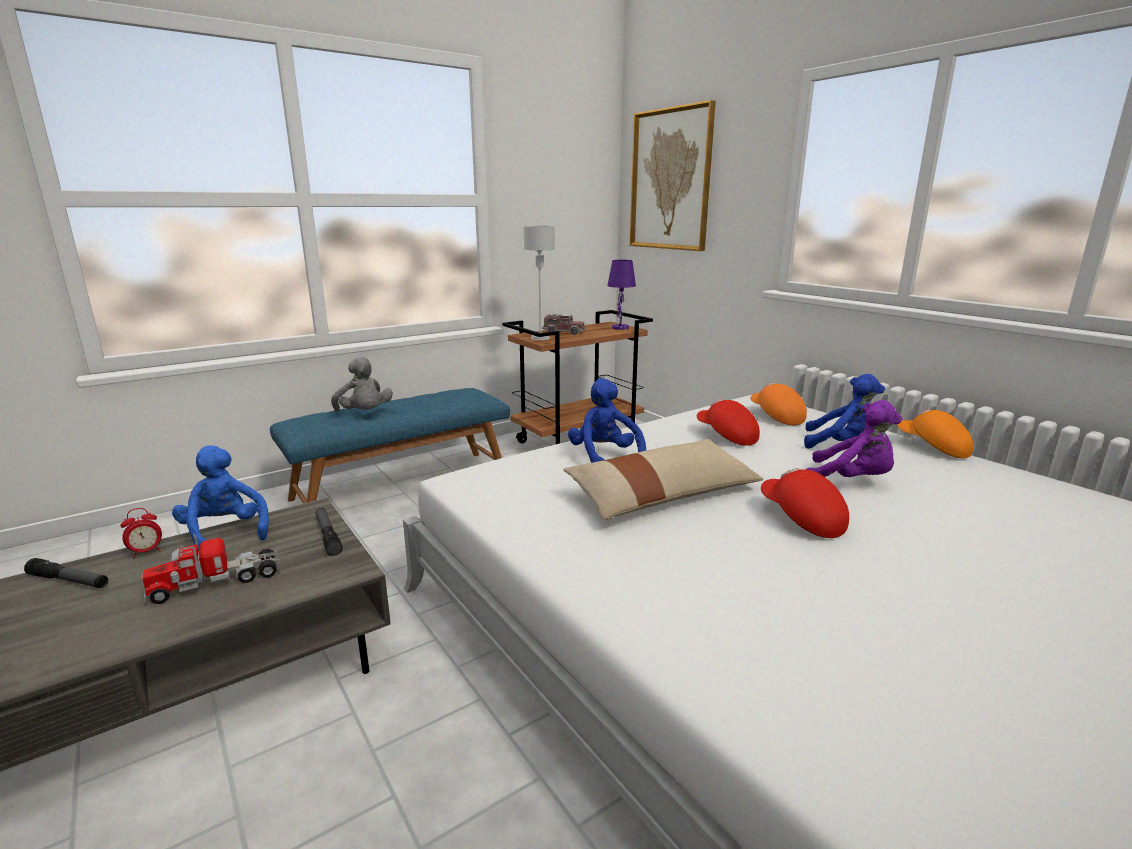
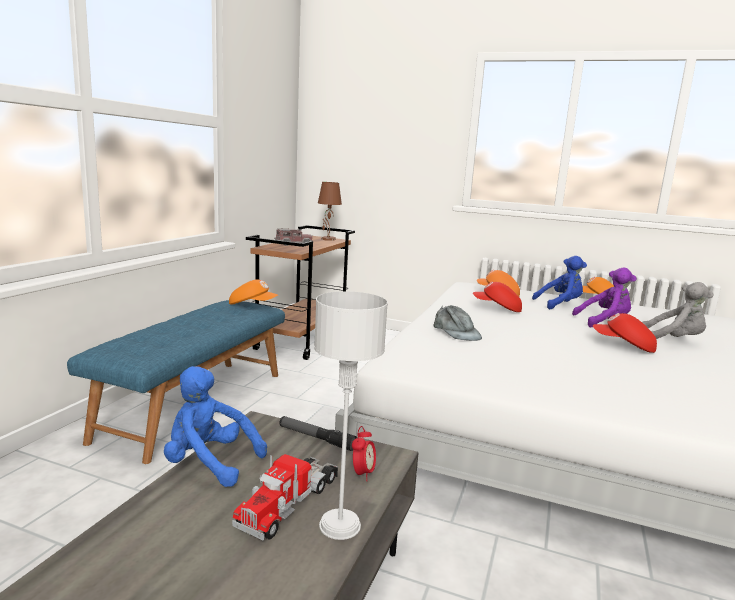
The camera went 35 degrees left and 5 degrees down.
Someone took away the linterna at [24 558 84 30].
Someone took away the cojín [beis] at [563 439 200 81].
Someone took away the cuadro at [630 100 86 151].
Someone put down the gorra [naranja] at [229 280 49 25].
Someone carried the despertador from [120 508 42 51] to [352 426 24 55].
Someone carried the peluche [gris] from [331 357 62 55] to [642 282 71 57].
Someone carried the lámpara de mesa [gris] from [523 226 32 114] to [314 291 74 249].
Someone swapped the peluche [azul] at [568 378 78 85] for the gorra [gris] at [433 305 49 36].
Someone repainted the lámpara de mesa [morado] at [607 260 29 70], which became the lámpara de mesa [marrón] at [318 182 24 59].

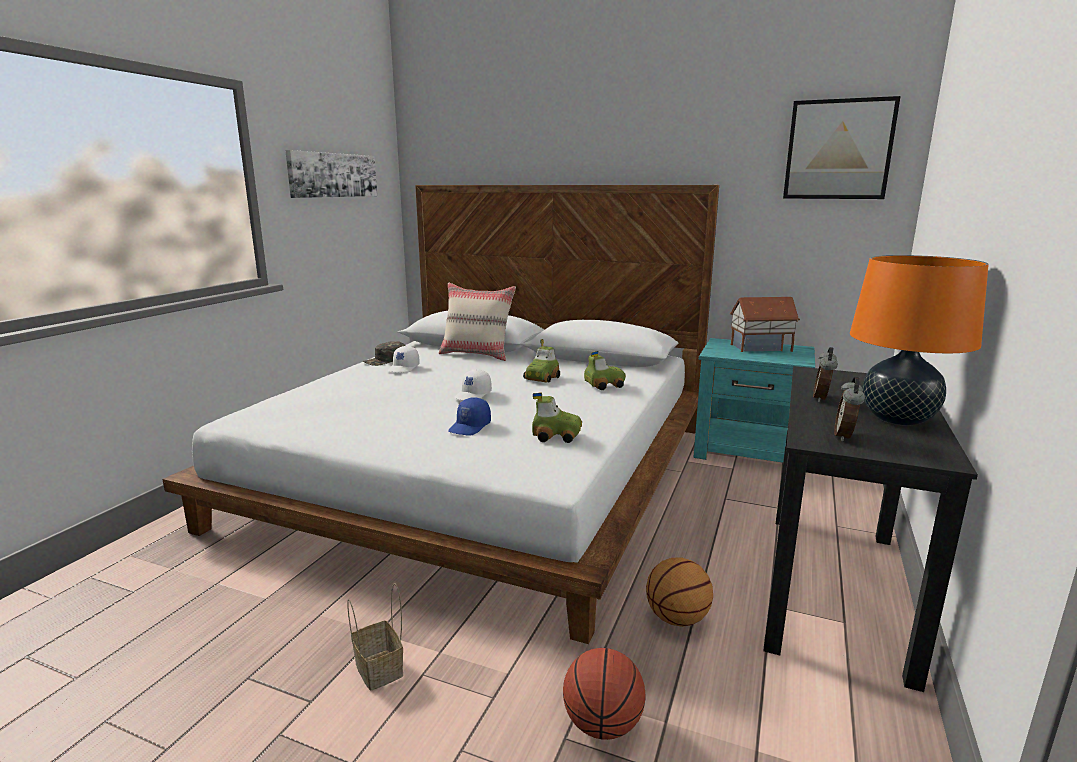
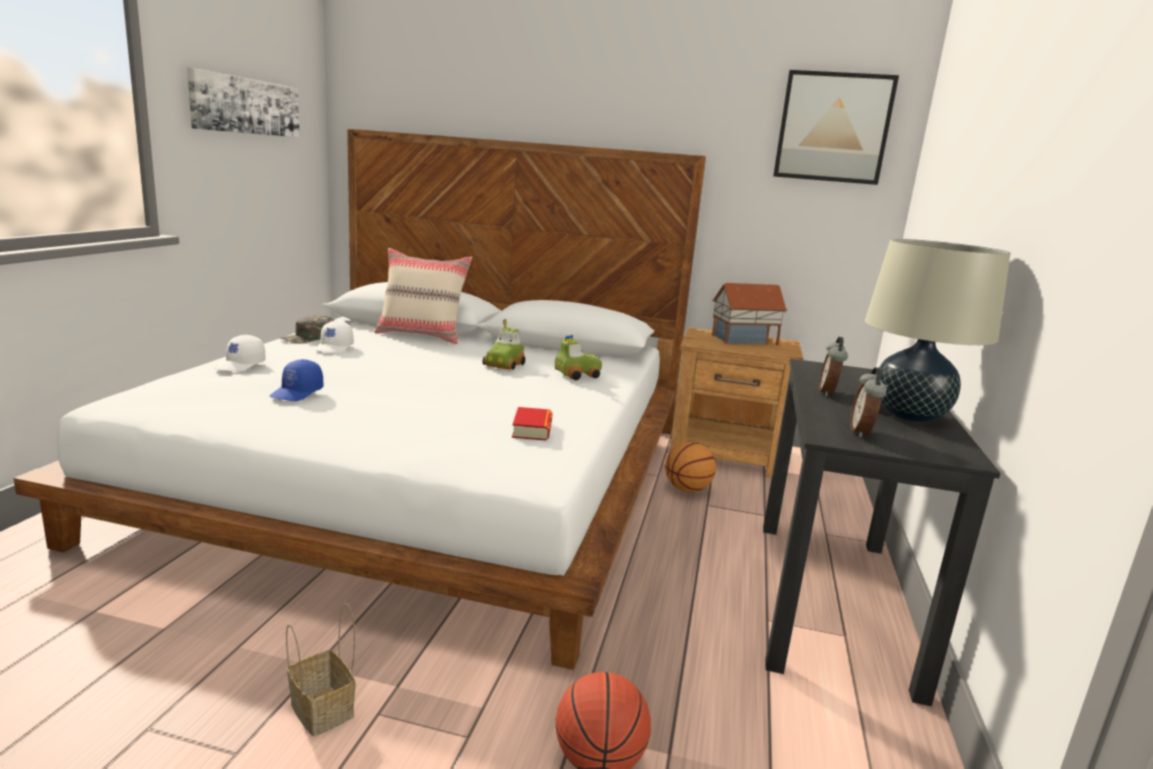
The camera went 10 degrees left and 0 degrees up.
Someone carried the gorra [azul] from [448 397 43 38] to [270 359 54 42].
Someone carried the gorra [blanco] from [454 369 38 31] to [214 335 52 37].
Someone carried the balón de baloncesto from [646 557 67 70] to [665 442 51 50].
Someone swapped the coche de juguete at [532 393 50 50] for the libro at [512 407 41 34].
Someone repainted the mesita de noche [turquesa] at [693 338 122 125], which became the mesita de noche [marrón] at [669 327 135 150].
Someone repainted the lámpara de mesa [naranja] at [850 255 139 171], which became the lámpara de mesa [beis] at [865 239 145 184].

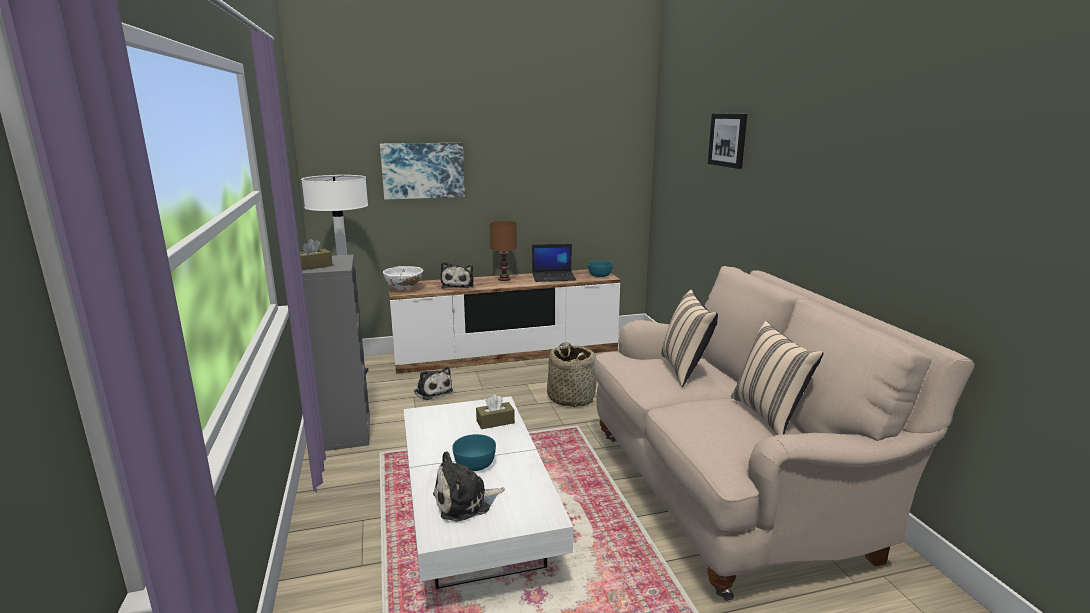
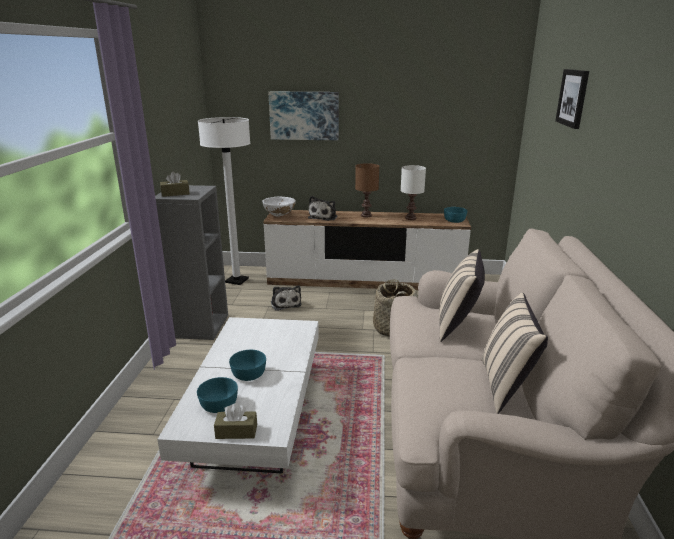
The camera went 20 degrees right and 5 degrees up.
Someone carried the caja de pañuelos [marrón] from [476 395 39 34] to [214 404 43 35].
Someone swapped the peluche at [433 451 72 71] for the cuenco [turquesa] at [197 377 41 36].
Someone swapped the portátil at [532 244 44 38] for the lámpara de mesa [blanco] at [401 165 25 55].

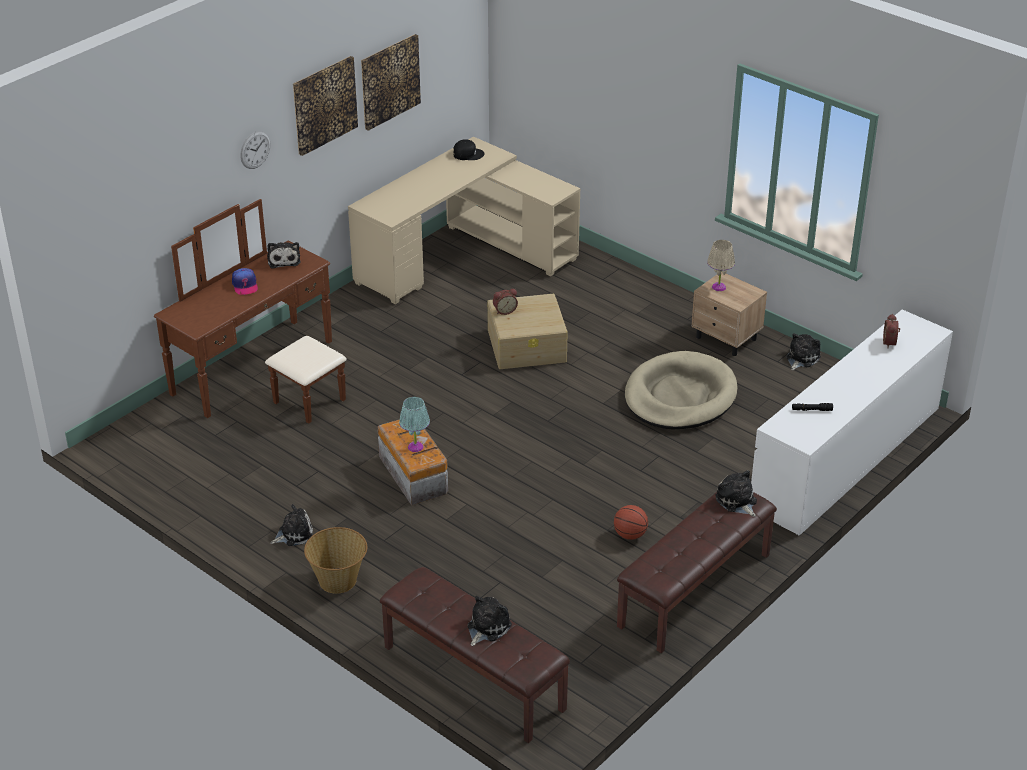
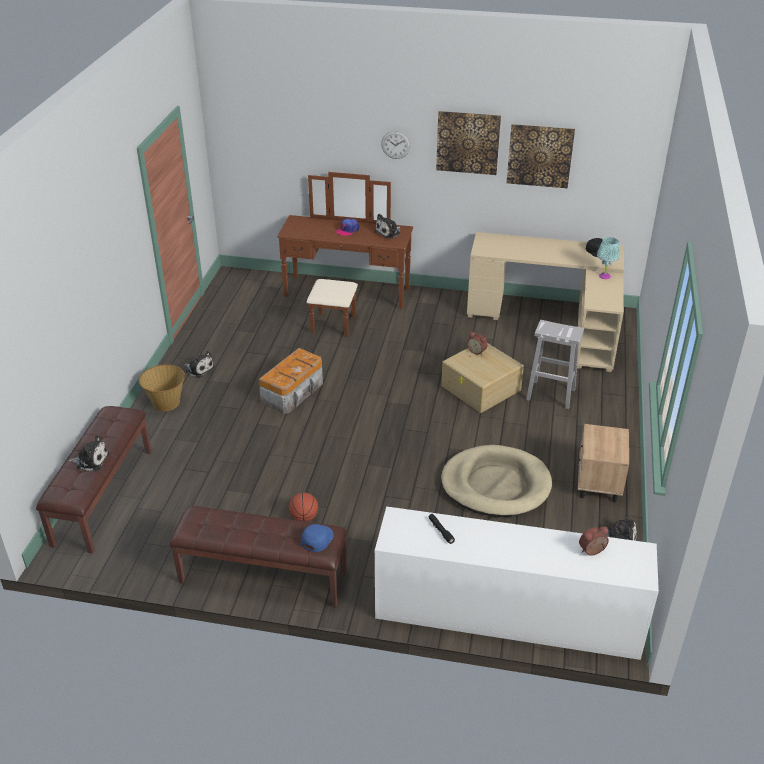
The camera went 60 degrees right and 0 degrees up.
Someone took away the lámpara de mesa [beis] at [707 240 28 51].
Someone put down the taburete [blanco] at [526 320 58 89].
Someone carried the lámpara de mesa [turquesa] from [399 397 31 55] to [597 237 23 42].
Someone swapped the peluche at [716 470 41 47] for the gorra [azul] at [301 524 33 28].

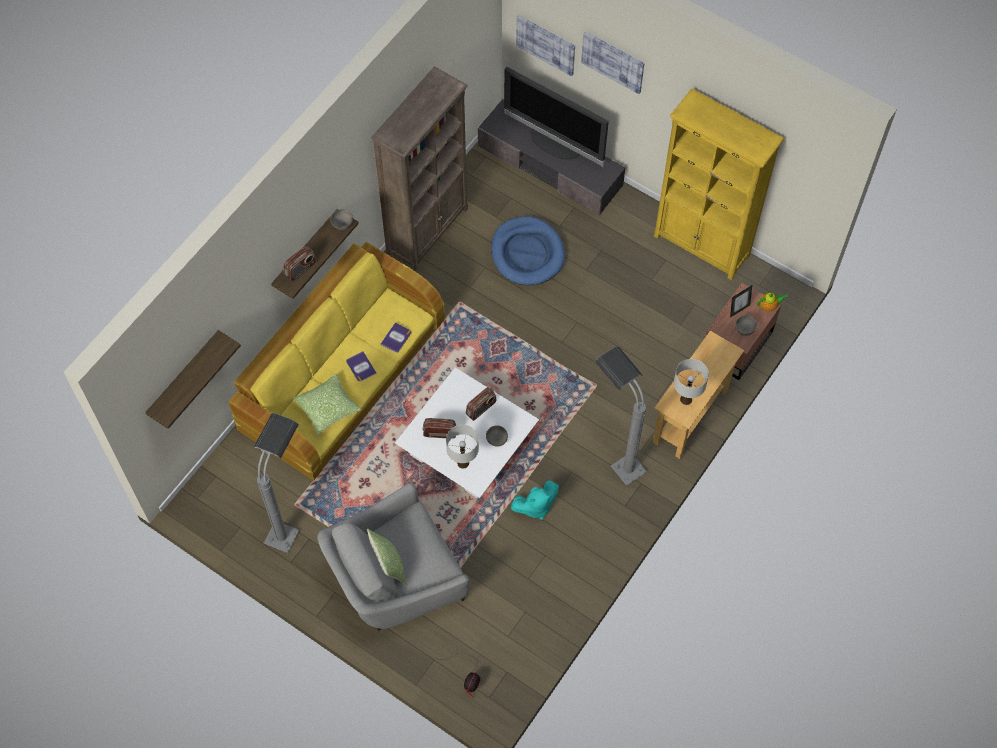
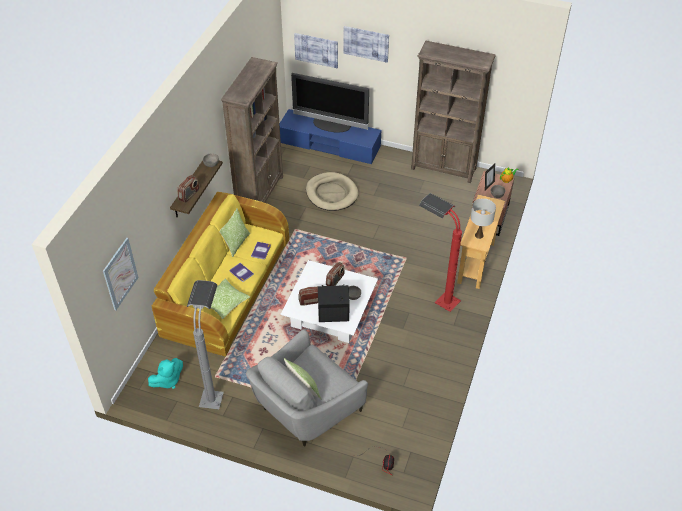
The camera went 15 degrees left and 15 degrees down.
Someone put down the cojín at [219 208 31 49].
Someone carried the peluche [turquesa] from [511 481 48 39] to [148 358 35 31].
Someone swapped the estante at [145 330 96 99] for the cuadro at [103 238 35 73].
Someone swapped the lámpara de mesa [blanco] at [446 425 33 44] for the altavoz [negro] at [318 284 32 38].
Someone repainted the mueble de televisión [gris] at [478 99 147 116], which became the mueble de televisión [azul] at [279 109 102 55].
Someone repainted the cama para perro [azul] at [491 216 74 69], which became the cama para perro [beis] at [306 172 52 39].
Someone repainted the lámpara de pie [gris] at [595 346 52 140], which became the lámpara de pie [rojo] at [419 193 43 119].
Someone repainted the estantería [amarillo] at [654 89 130 192], which became the estantería [marrón] at [411 41 85 142].

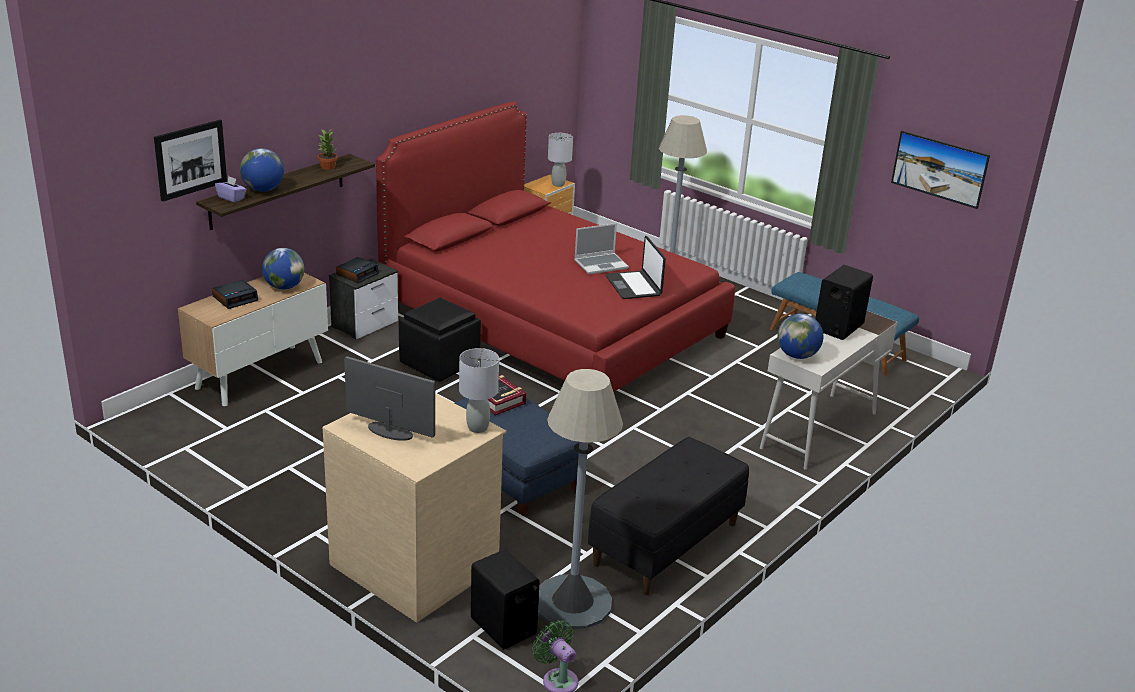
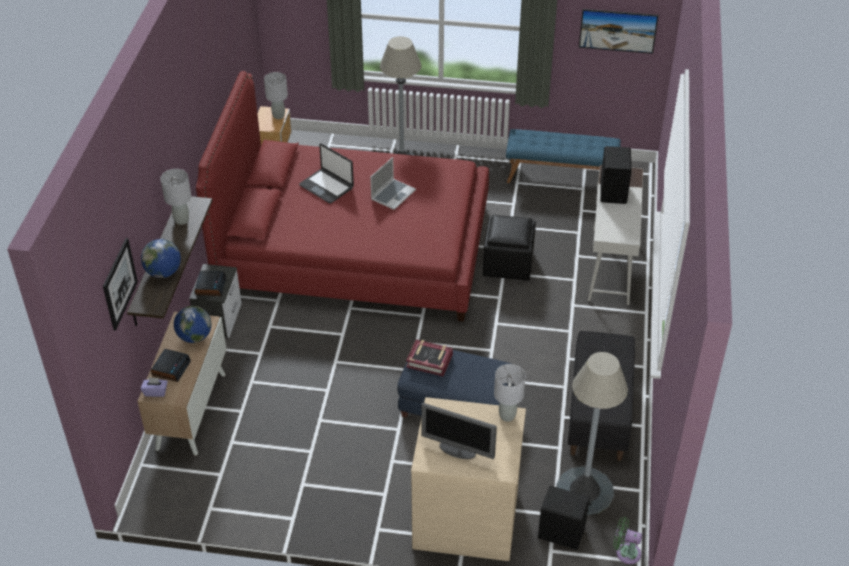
The camera went 30 degrees left and 15 degrees up.
Someone took away the globo terráqueo at [778 314 45 45].
Someone carried the caja de pañuelos [morado] from [215 176 32 26] to [141 377 27 20].
Someone carried the puf [negro] from [399 298 82 84] to [483 215 53 66].
Someone carried the portátil from [605 236 61 63] to [299 144 55 60].
Someone swapped the planta en maceta at [318 129 20 41] for the lámpara de mesa [gris] at [160 169 31 56].
Someone rotated the monitor at [344 356 91 85] by 150 degrees counterclockwise.

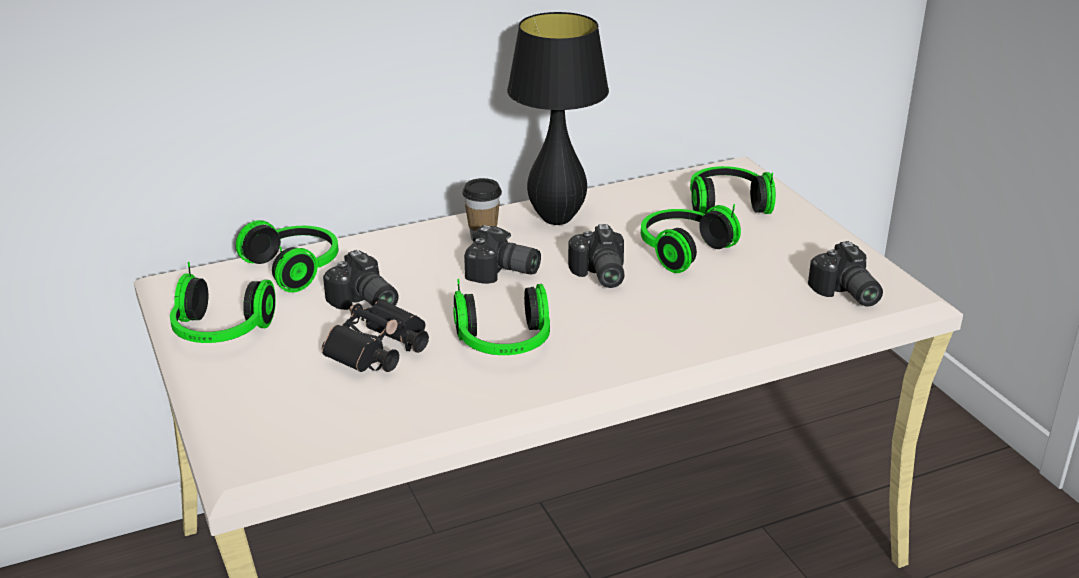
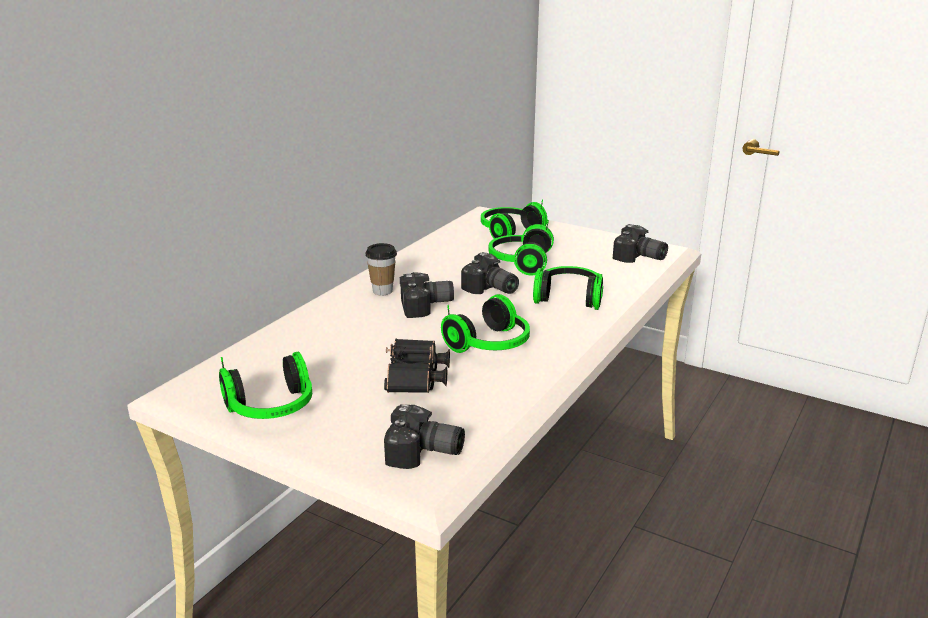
The camera went 35 degrees left and 5 degrees down.
Someone took away the lámpara de mesa [negro] at [507 12 102 213].
Someone carried the auriculares from [236 220 102 73] to [533 266 70 44].
Someone carried the cámara from [323 250 76 60] to [384 404 81 65].

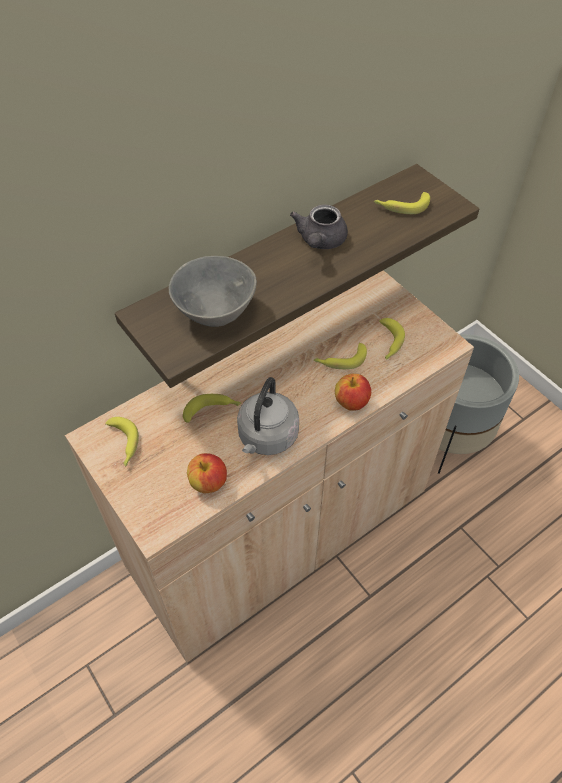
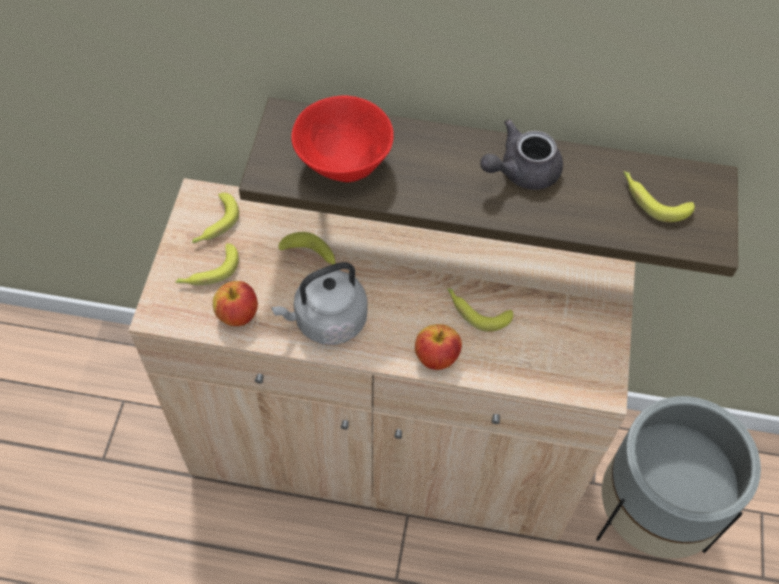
The camera went 45 degrees right and 5 degrees up.
Someone carried the plátano from [379 318 26 42] to [175 244 64 41].
Someone repainted the cuenco [gris] at [169 256 88 71], which became the cuenco [rojo] at [291 95 103 87].

